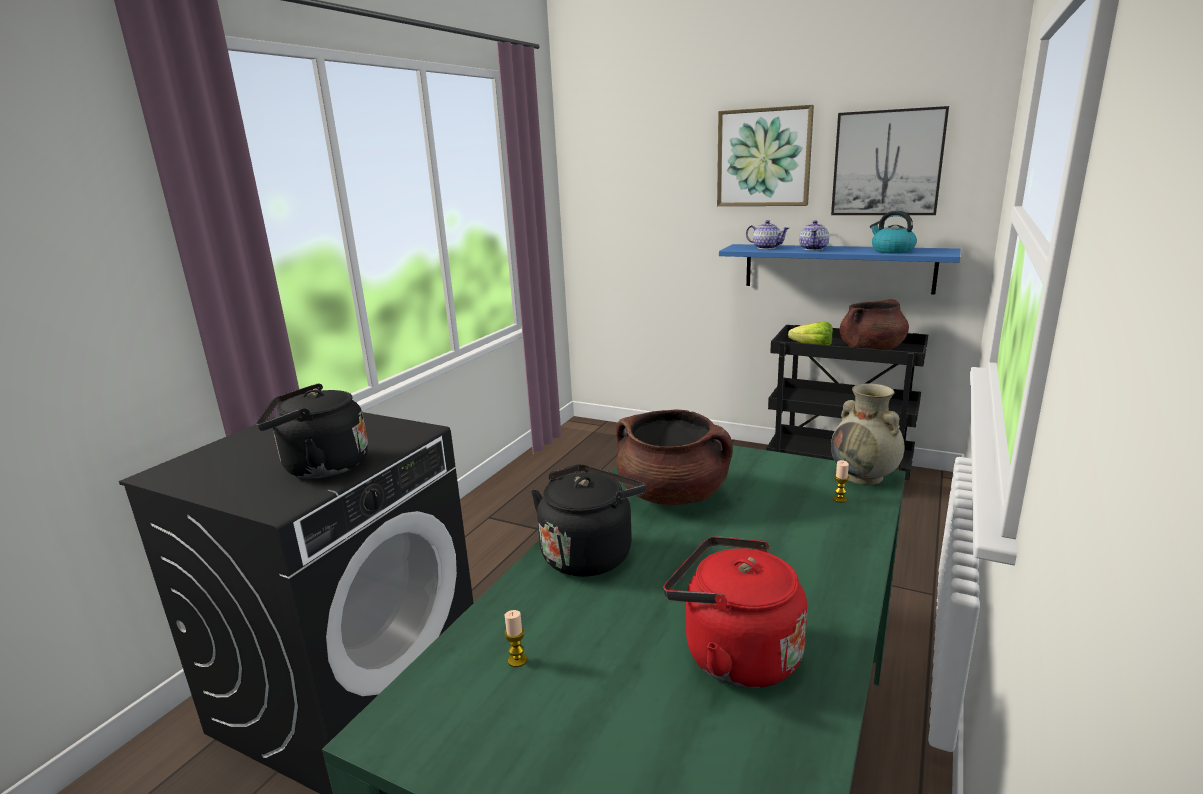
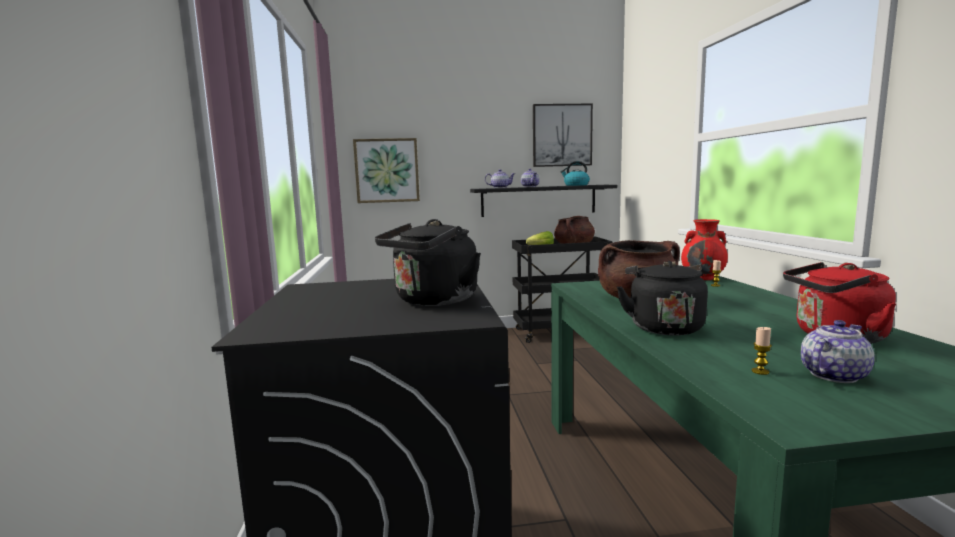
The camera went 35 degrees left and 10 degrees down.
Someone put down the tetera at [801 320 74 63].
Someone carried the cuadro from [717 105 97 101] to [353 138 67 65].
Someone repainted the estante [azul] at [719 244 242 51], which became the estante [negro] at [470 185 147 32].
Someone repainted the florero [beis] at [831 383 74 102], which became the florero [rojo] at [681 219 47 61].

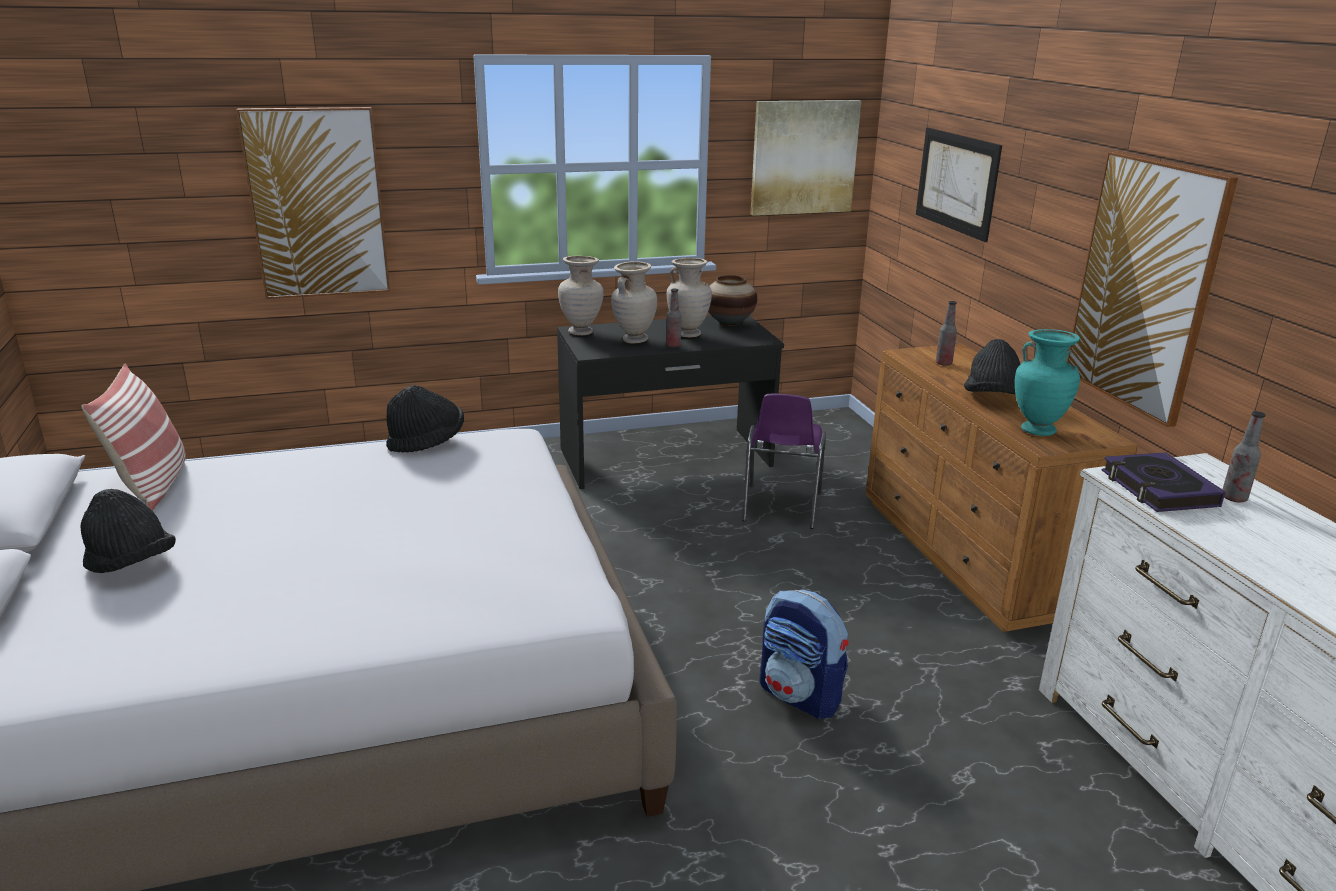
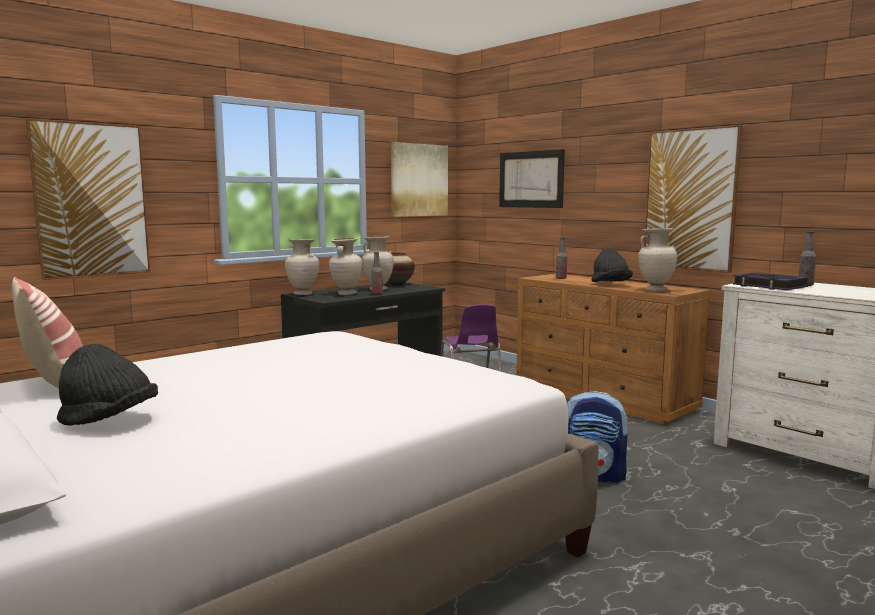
The camera went 25 degrees left and 15 degrees down.
Someone took away the sombrero [negro] at [386 385 78 67].
Someone repainted the florero [turquesa] at [1015 329 65 107], which became the florero [beis] at [638 228 39 63].

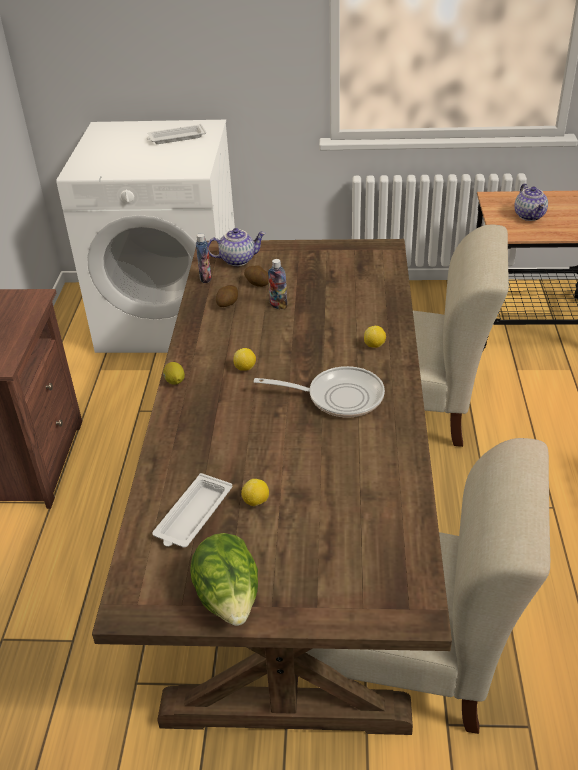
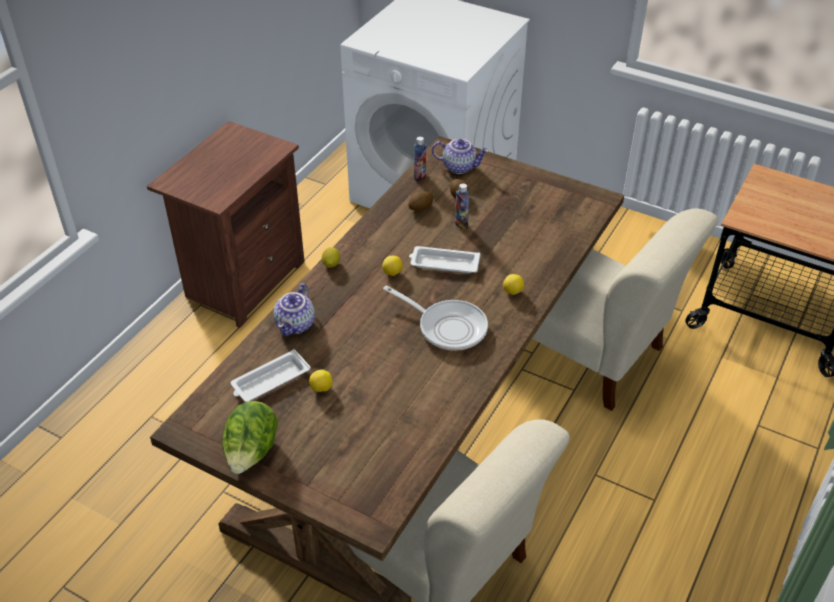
The camera went 25 degrees right and 5 degrees up.
Someone carried the bandeja [blanco] from [147 124 59 20] to [409 246 71 27].
Someone carried the tetera from [514 183 34 38] to [273 283 42 53].

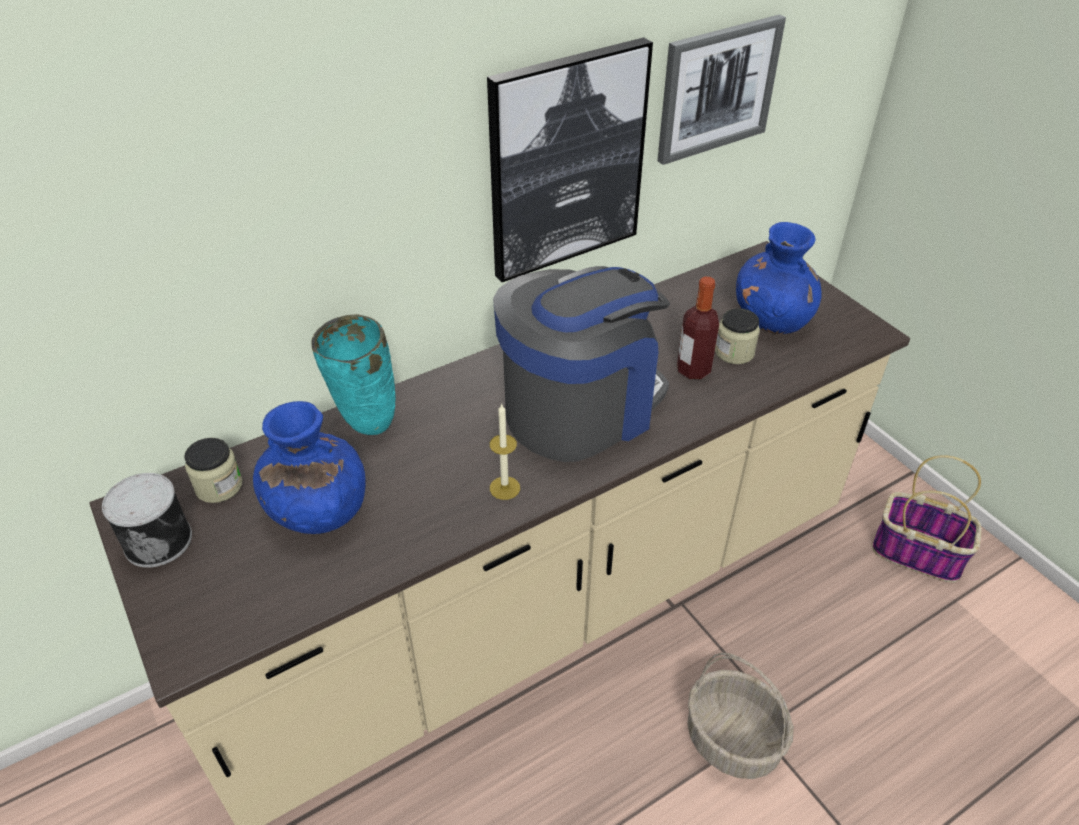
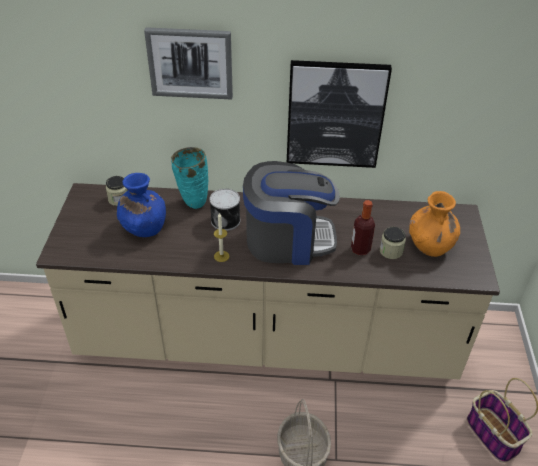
The camera went 35 degrees right and 0 degrees up.
Someone carried the lata from [102 473 90 95] to [210 189 30 42].
Someone carried the cuadro from [658 14 128 151] to [144 27 89 72].
Someone repainted the florero [azul] at [736 222 86 112], which became the florero [naranja] at [409 191 51 66].

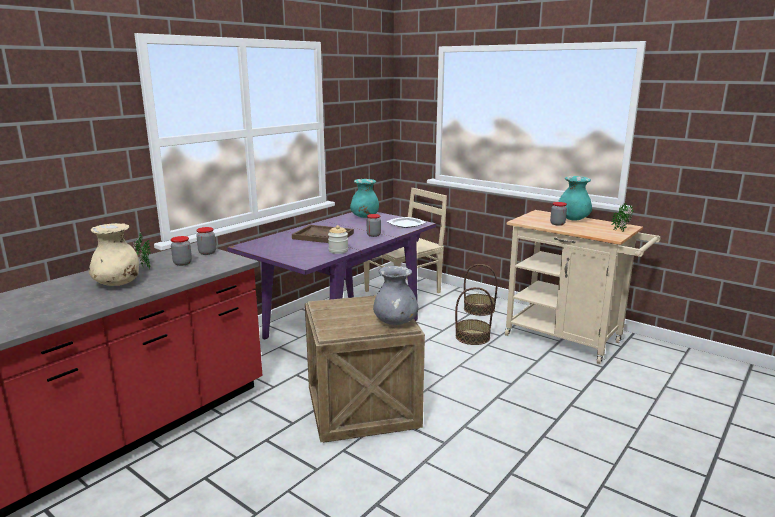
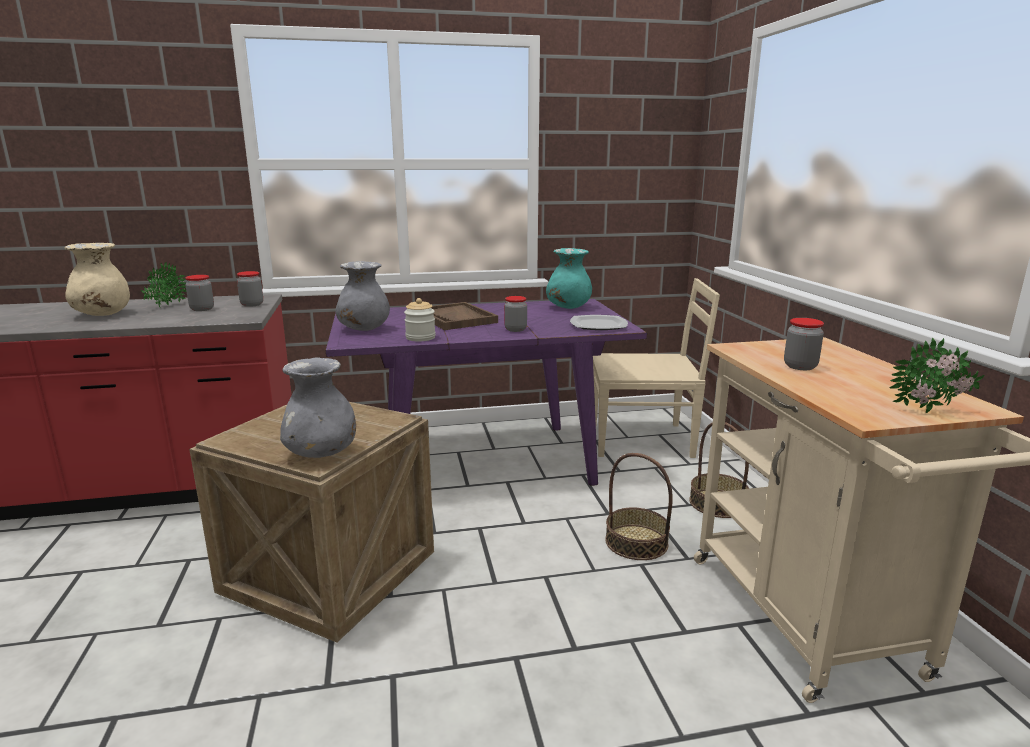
The camera went 40 degrees right and 0 degrees up.
Someone took away the florero [turquesa] at [558 176 34 45].
Someone put down the florero [gris] at [336 261 54 70].

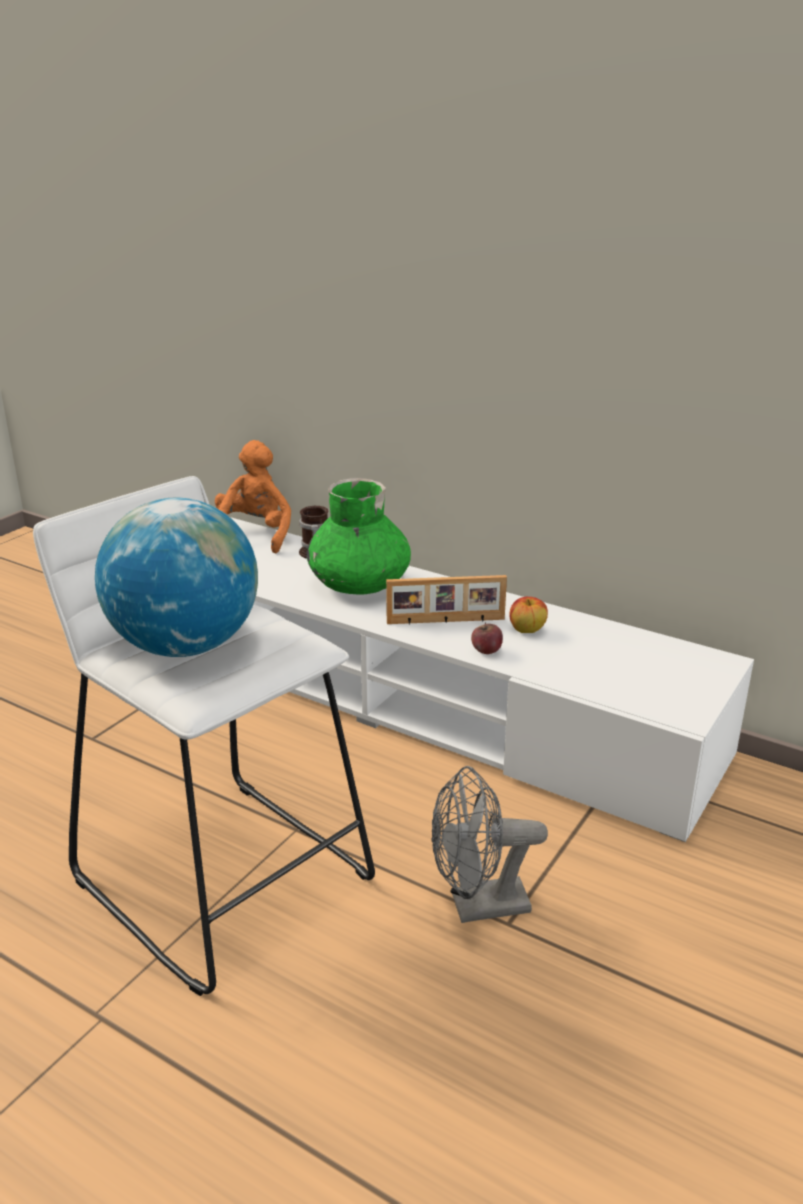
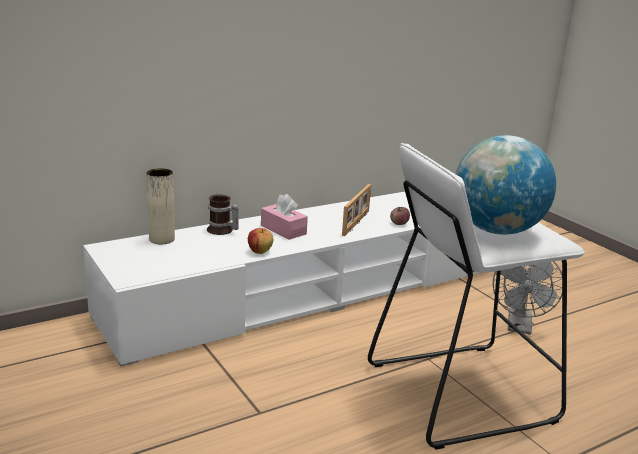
The camera went 65 degrees left and 5 degrees down.
Someone carried the manzana from [509 597 39 36] to [248 228 25 26].
Someone swapped the peluche [naranja] at [215 440 76 113] for the florero [beis] at [146 168 29 76].
Someone swapped the florero [verde] at [307 478 104 116] for the caja de pañuelos [rosa] at [261 194 47 46].

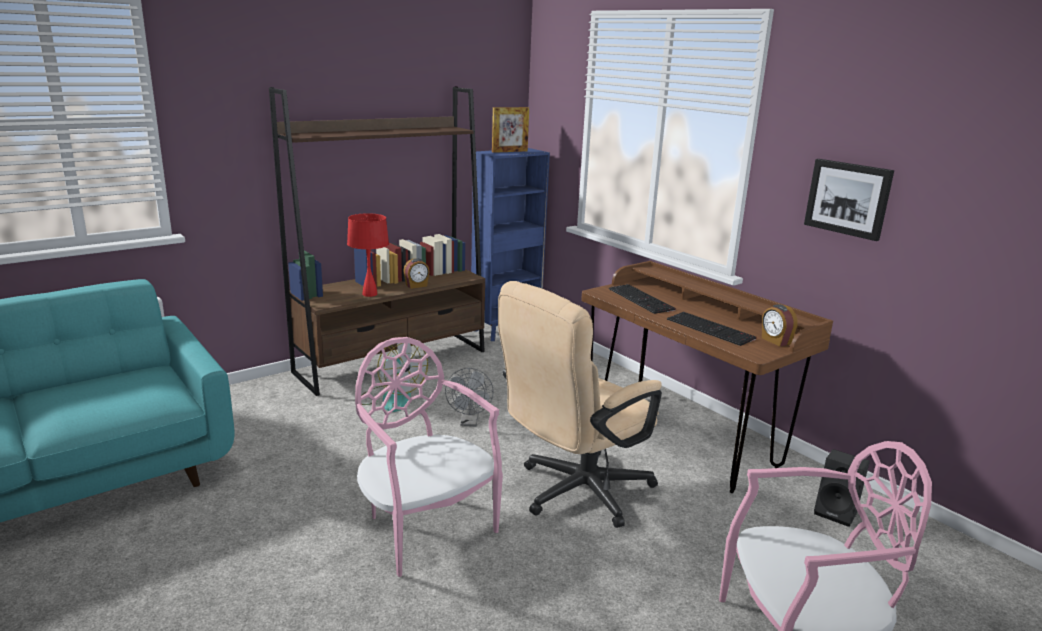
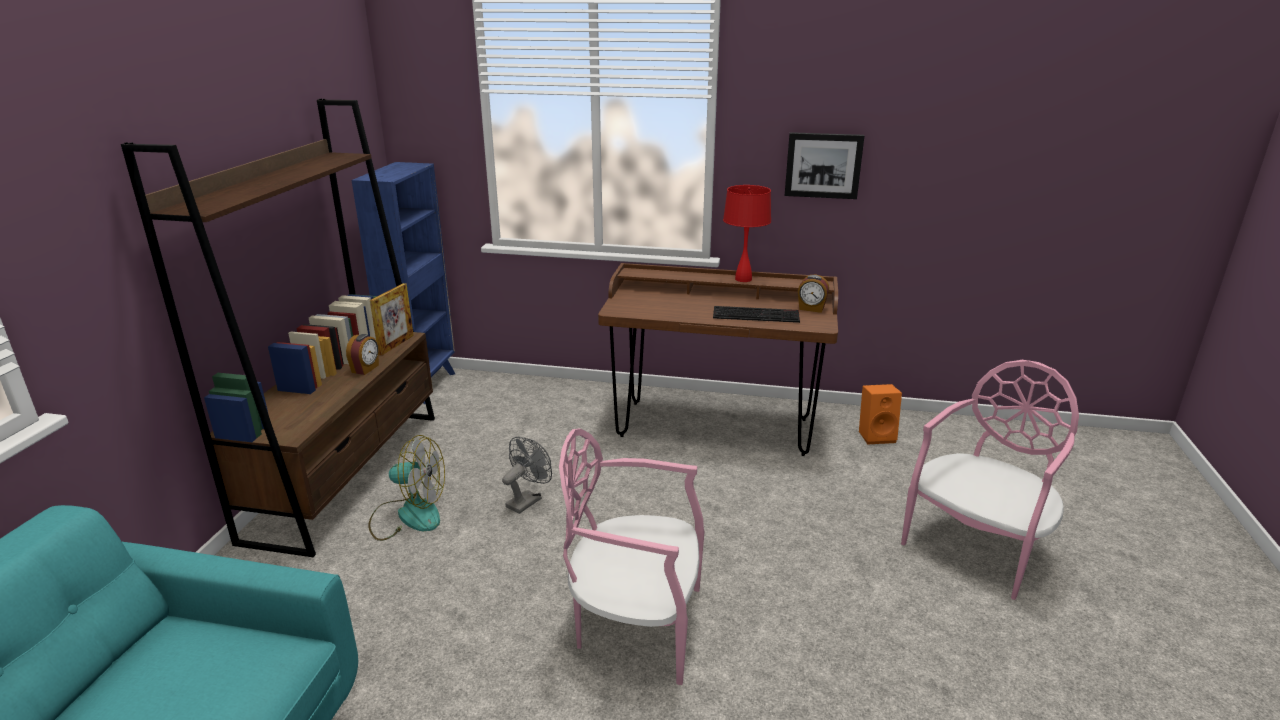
The camera went 40 degrees left and 5 degrees up.
Someone took away the silla de oficina [beis] at [498 281 164 247].
Someone took away the teclado at [609 284 67 30].
Someone carried the lámpara de mesa [rojo] from [347 213 42 84] to [723 185 48 97].
Someone carried the portarretratos from [492 107 37 46] to [370 283 44 72].
Someone repainted the altavoz [negro] at [814 449 56 78], which became the altavoz [naranja] at [859 384 43 60].
Someone rotated the ventilador [gris] at [445 368 49 58] by 105 degrees counterclockwise.

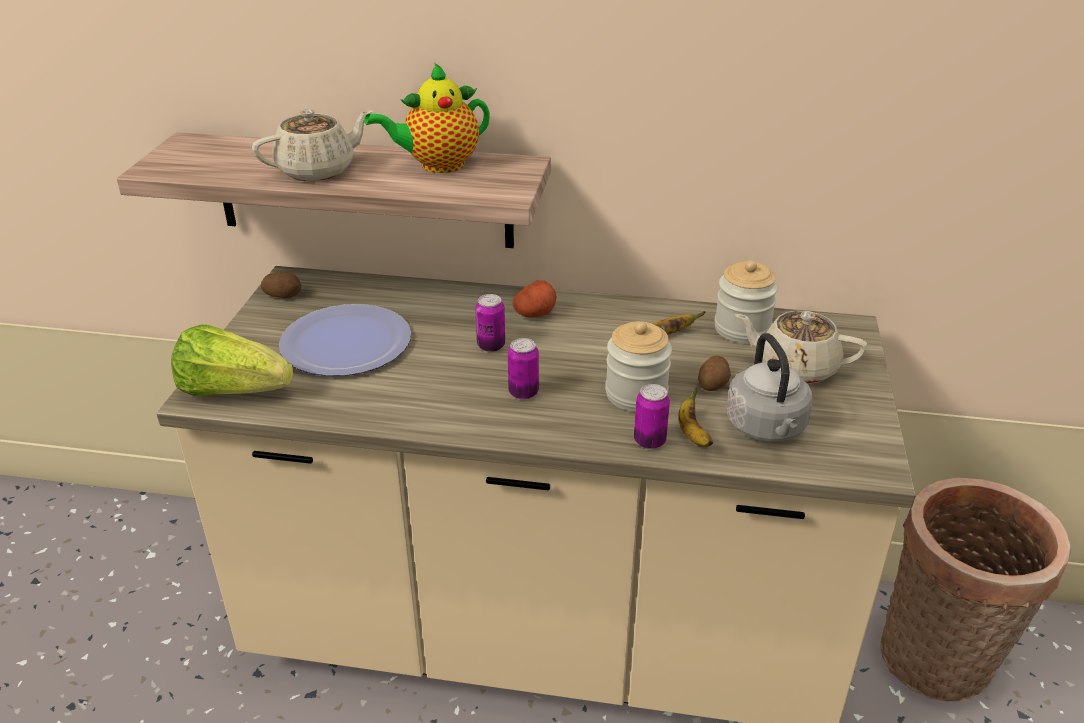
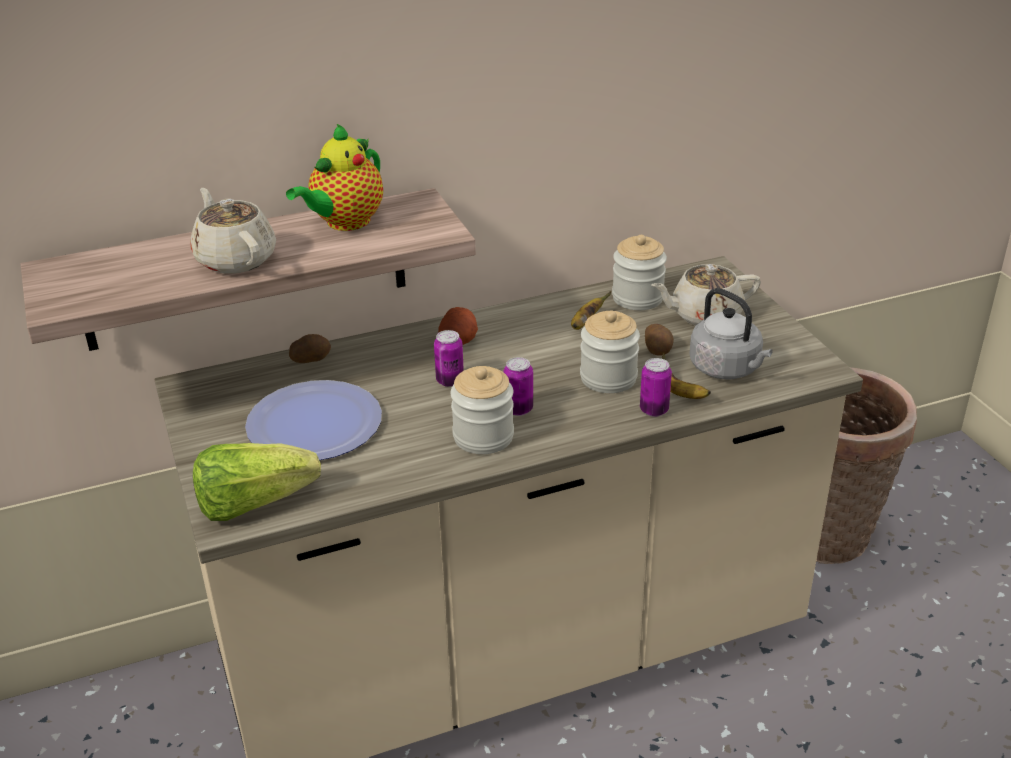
The camera went 30 degrees left and 0 degrees up.
Someone put down the tarro at [450 366 64 88].
Someone carried the patata from [261 271 40 27] to [289 334 42 29].
Someone rotated the tetera [beis] at [252 109 121 72] by 60 degrees counterclockwise.

